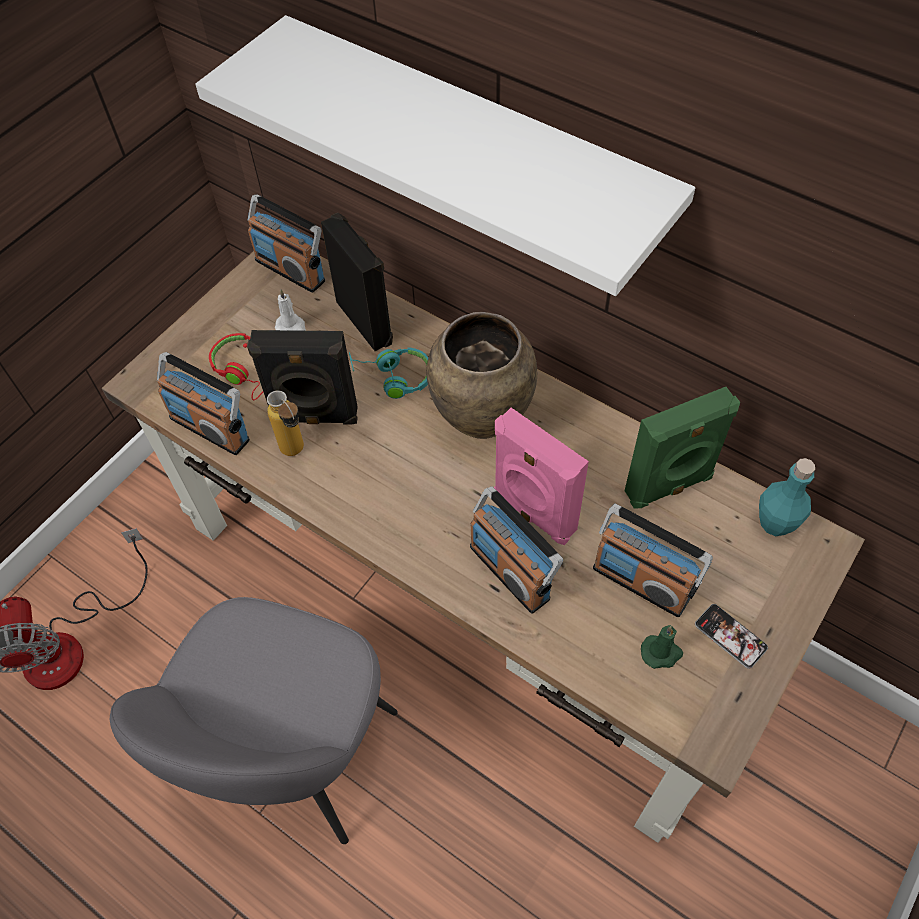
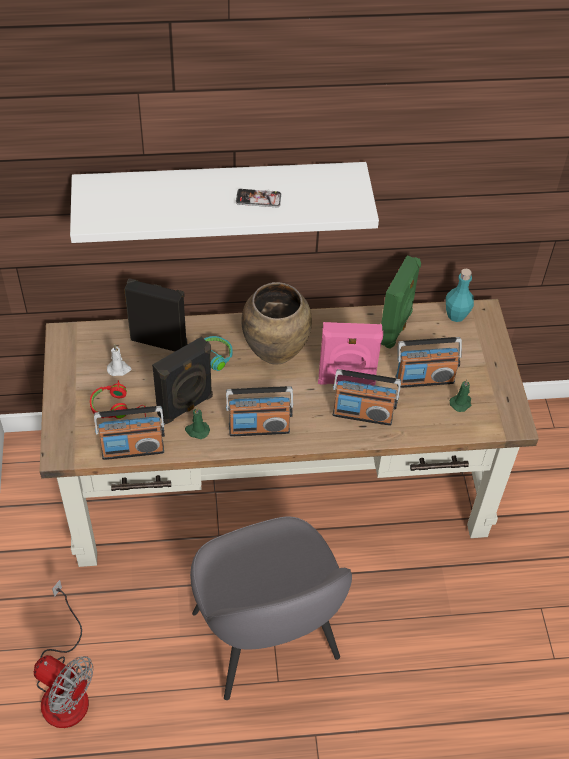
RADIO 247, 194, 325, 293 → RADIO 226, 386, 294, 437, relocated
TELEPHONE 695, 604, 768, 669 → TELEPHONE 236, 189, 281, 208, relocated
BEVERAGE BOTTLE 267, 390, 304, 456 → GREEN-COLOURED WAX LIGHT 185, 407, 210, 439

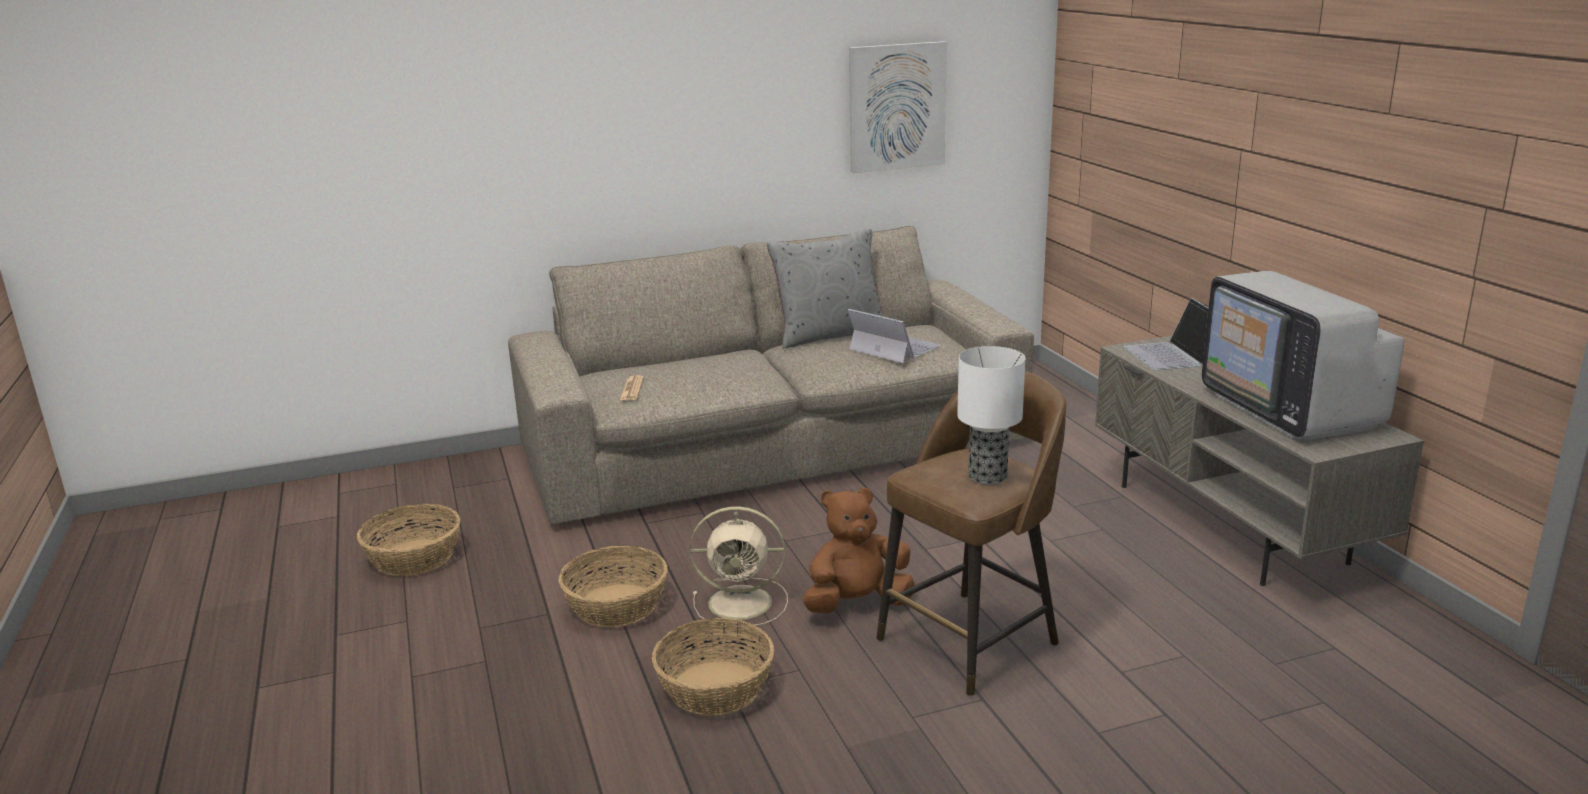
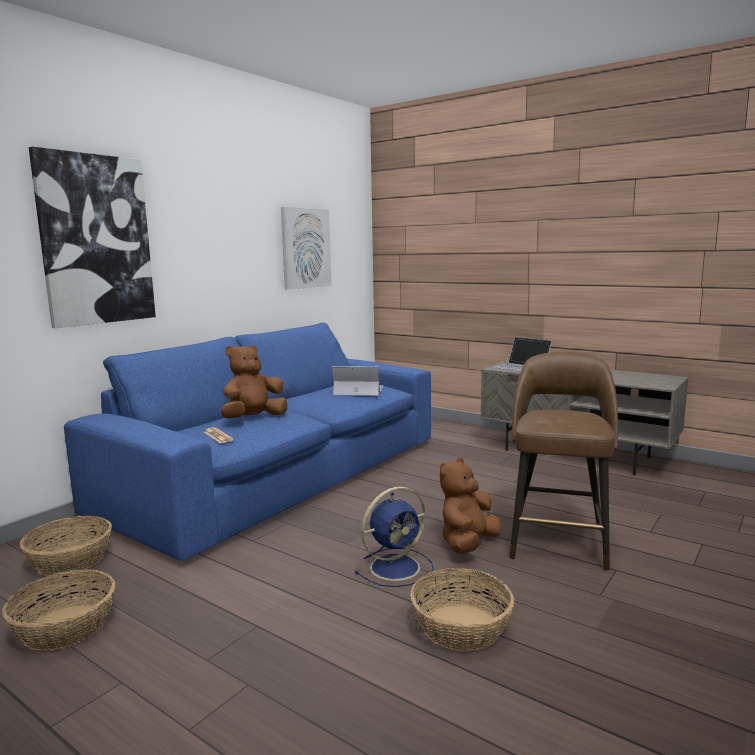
GRAY CUSHION 767, 229, 882, 349 → -
LAMP FOR A TABLE 957, 346, 1025, 485 → -
TV 1202, 271, 1404, 440 → -
- → WALL PICTURE 29, 147, 156, 328
- → BROWN-COLOURED PLUSH TOY 221, 345, 287, 419
HOUSEHOLD BASKET 559, 546, 668, 627 → HOUSEHOLD BASKET 20, 516, 112, 576, relocated
SAND-COLOURED COUCH 508, 226, 1034, 524 → BLUISH COUCH 64, 323, 431, 560
SAND-COLOURED ELECTRIC FAN 690, 506, 788, 626 → BLUISH ELECTRIC FAN 354, 486, 434, 587

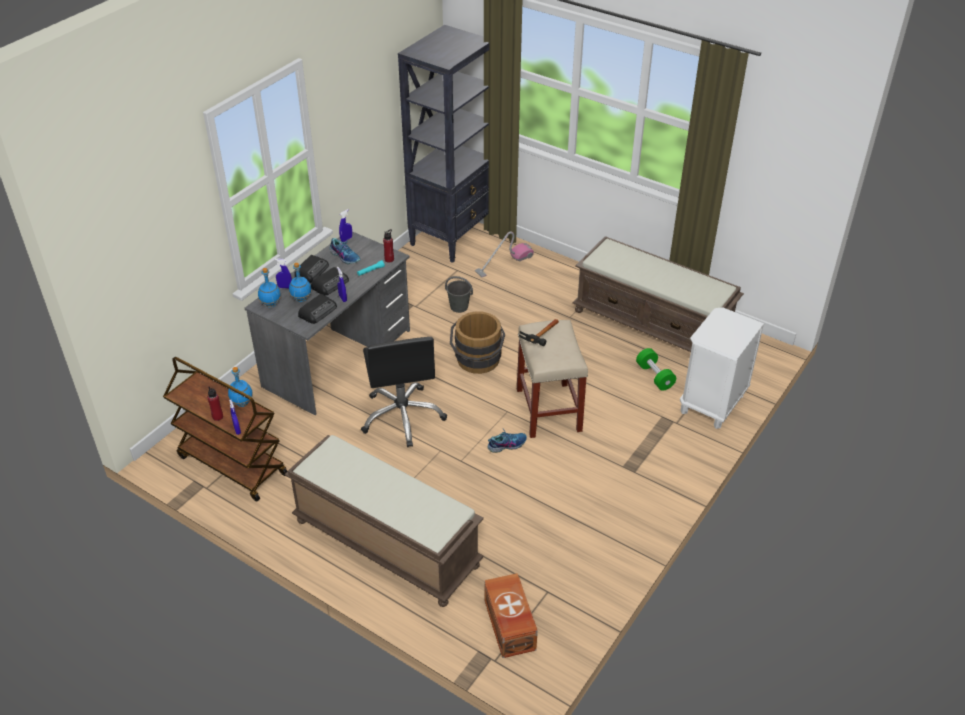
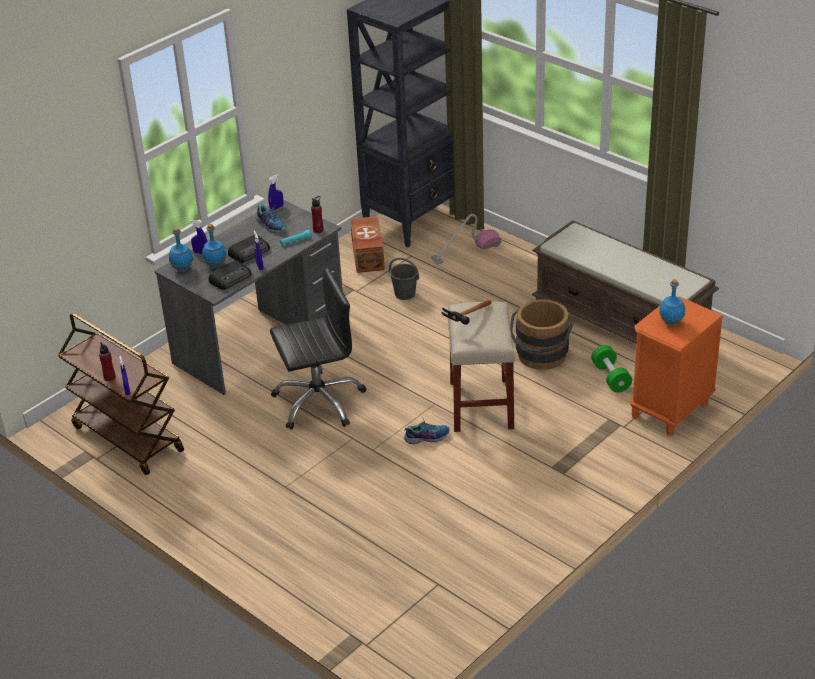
BROWN-COLOURED BENCH 285, 435, 484, 607 → -
RADIO 294, 255, 329, 283 → -
BLUISH BEVERAGE BOTTLE 228, 367, 253, 407 → BLUISH BEVERAGE BOTTLE 659, 279, 685, 326, relocated
BROWN-COLOURED PAIL 450, 311, 505, 374 → BROWN-COLOURED PAIL 510, 299, 573, 370, relocated
BROWN-COLOURED STORAGE BIN 484, 573, 538, 658 → BROWN-COLOURED STORAGE BIN 350, 216, 385, 273, relocated
WHITE-COLOURED NIGHT TABLE 680, 307, 764, 429 → ORANGEY NIGHT TABLE 630, 297, 724, 436
BLACK-COLOURED OFFICE CHAIR 361, 337, 447, 447 → BLACK-COLOURED OFFICE CHAIR 270, 268, 366, 430, 105 degrees counterclockwise

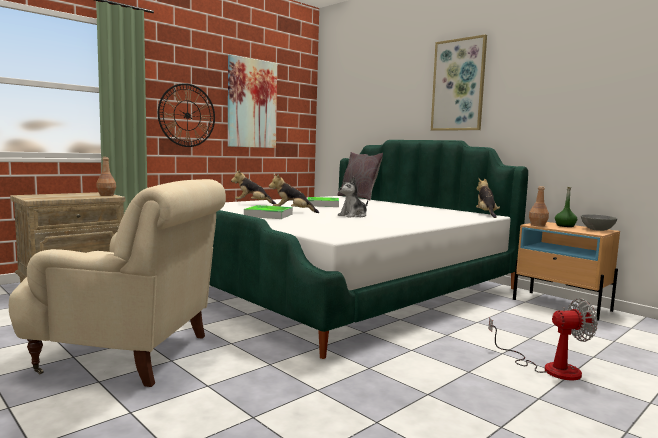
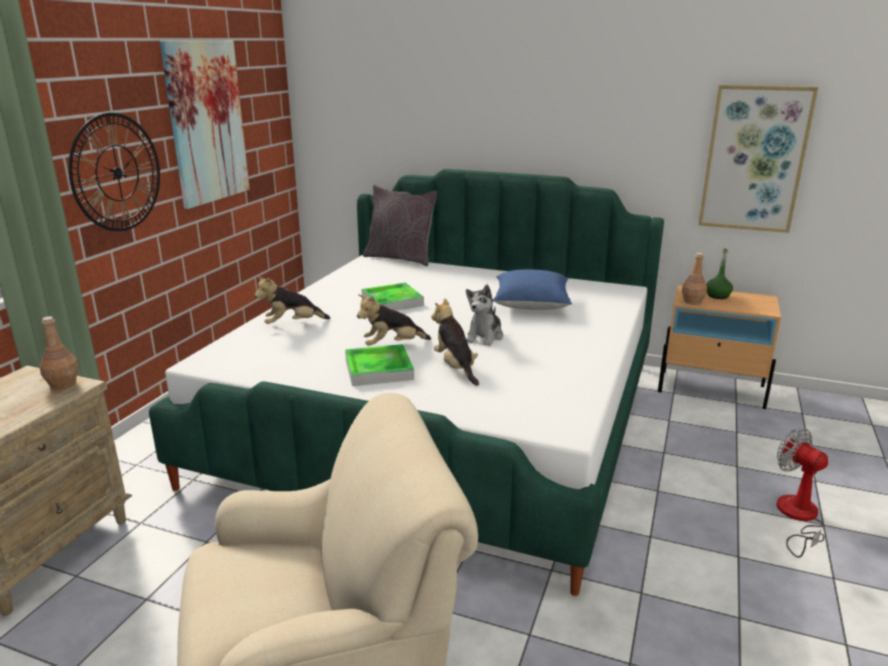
GRAY SERVING BOWL 581, 214, 617, 231 → -
- → BLUISH CUSHION 493, 269, 572, 310
WALL PICTURE 431, 34, 487, 131 → WALL PICTURE 698, 85, 818, 233, relocated
PLUSH TOY 476, 178, 500, 218 → PLUSH TOY 431, 298, 479, 386, relocated
ELECTRIC FAN 489, 298, 598, 380 → ELECTRIC FAN 777, 428, 828, 558, 90 degrees counterclockwise

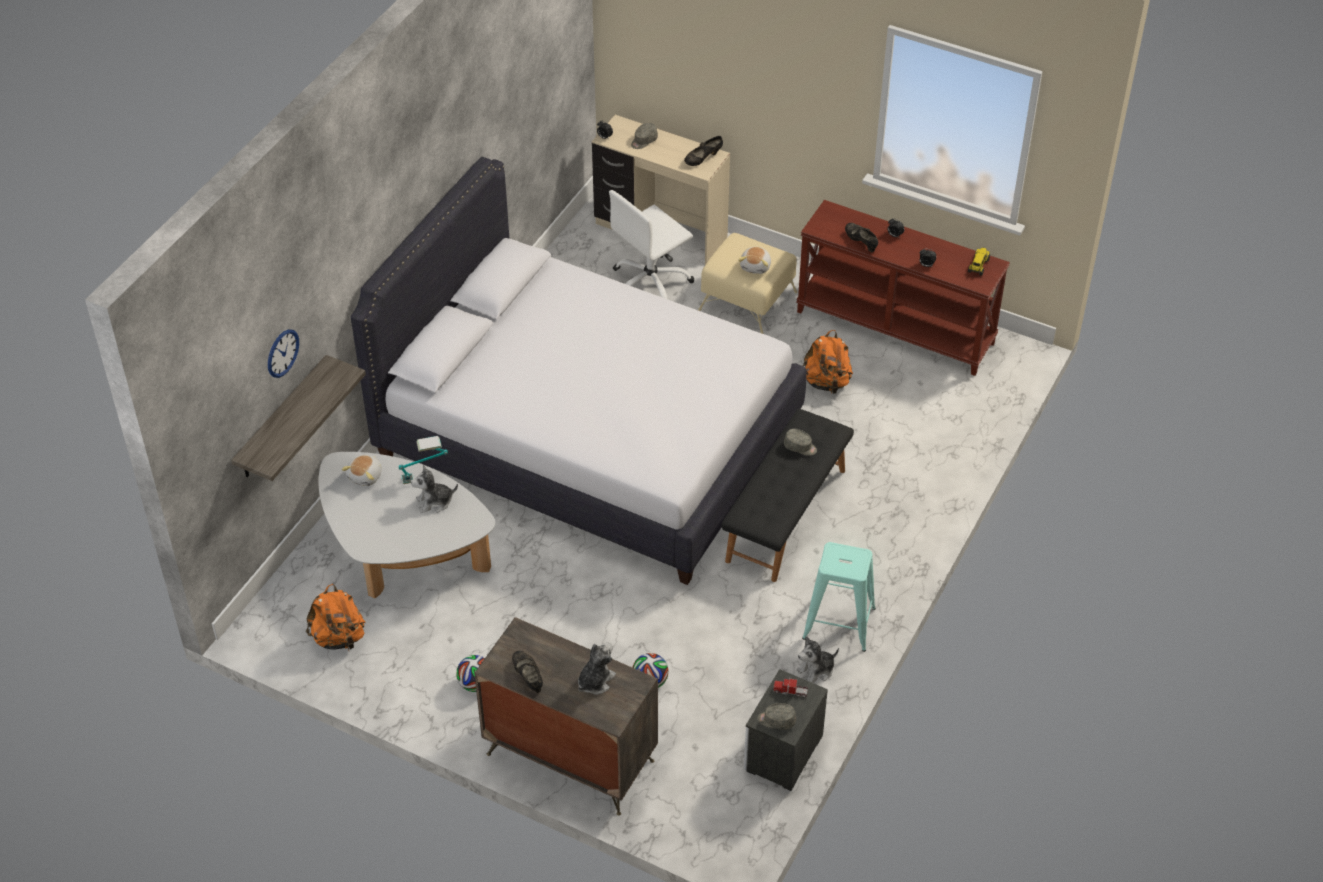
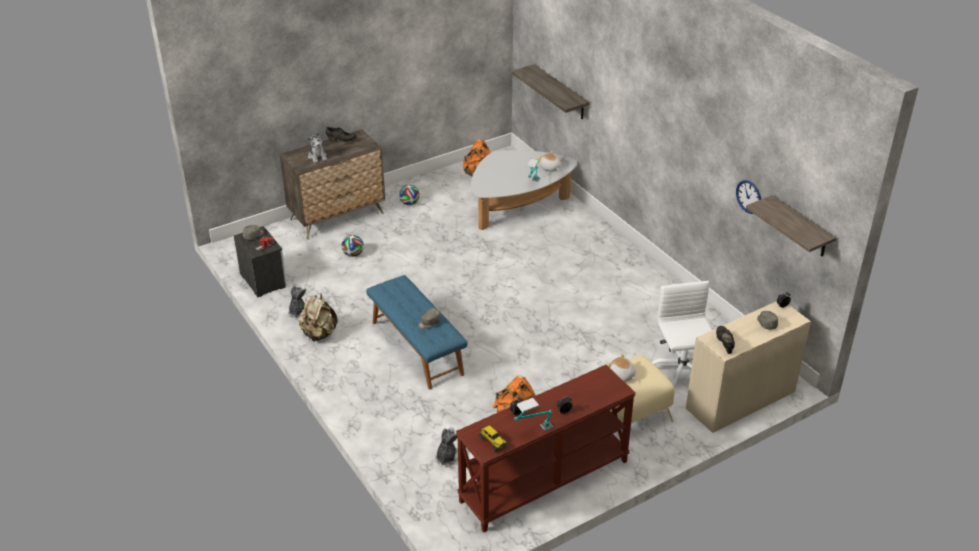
WHITE-COLOURED BED 351, 157, 807, 585 → -
BLACK-COLOURED LOW SHOE 845, 223, 878, 252 → -
- → LAMP FOR A TABLE 514, 398, 553, 431
- → WALL SHELF 746, 195, 836, 257
HANGING CLOCK 268, 329, 299, 378 → HANGING CLOCK 736, 180, 761, 214, relocated
PLUSH TOY 411, 465, 458, 513 → PLUSH TOY 435, 427, 458, 465, relocated
TURQUOISE-COLOURED STOOL SEAT 802, 542, 876, 652 → SAND-COLOURED KNAPSACK 298, 293, 338, 342
BLACK-COLOURED BENCH 721, 409, 854, 582 → BLUISH BENCH 366, 275, 468, 390

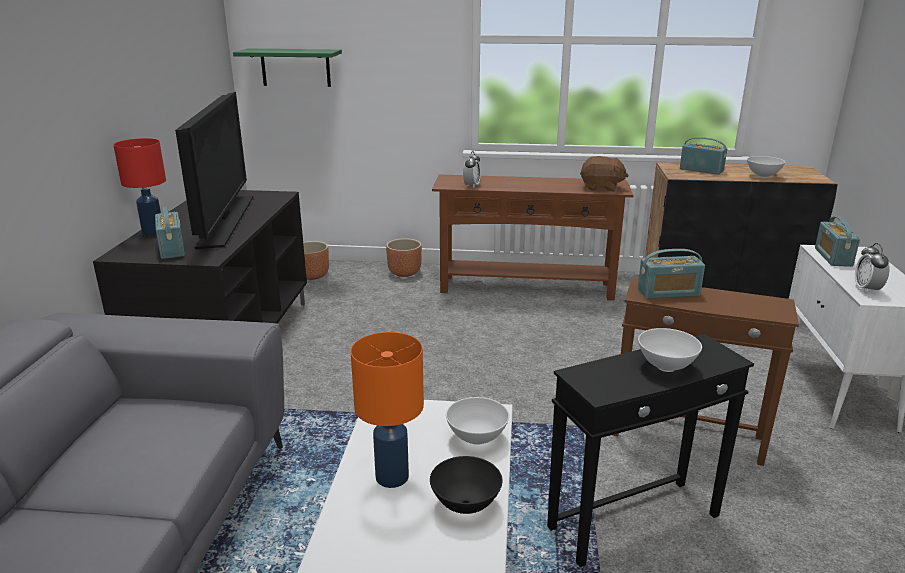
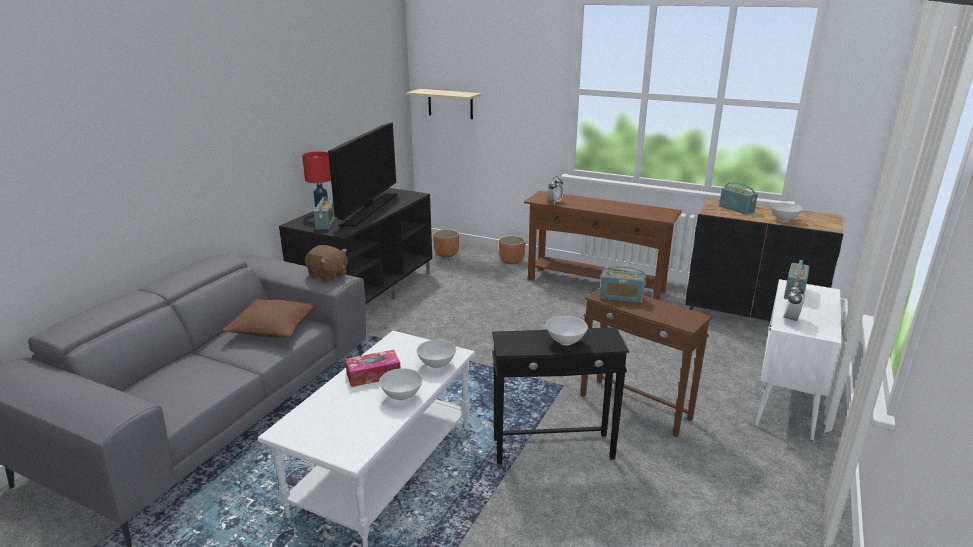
- → BROWN-COLOURED CUSHION 222, 299, 318, 337
BROWN-COLOURED PLUSH TOY 580, 156, 629, 192 → BROWN-COLOURED PLUSH TOY 305, 245, 348, 282, relocated
ORANGEY LAMP FOR A TABLE 350, 332, 424, 488 → TISSUE BOX 345, 350, 400, 387
GREEN-COLOURED WALL SHELF 233, 49, 342, 87 → SAND-COLOURED WALL SHELF 406, 89, 481, 119
BLACK-COLOURED SERVING BOWL 430, 456, 502, 514 → WHITE-COLOURED SERVING BOWL 379, 368, 423, 400

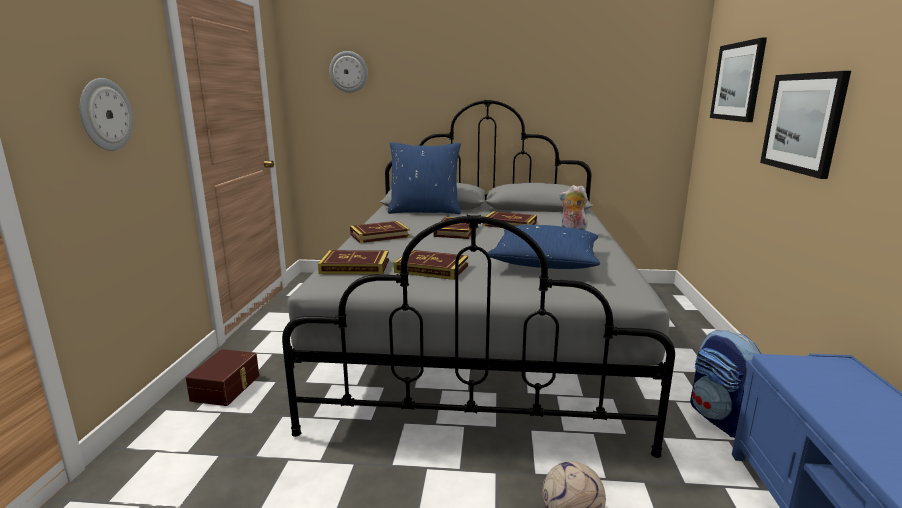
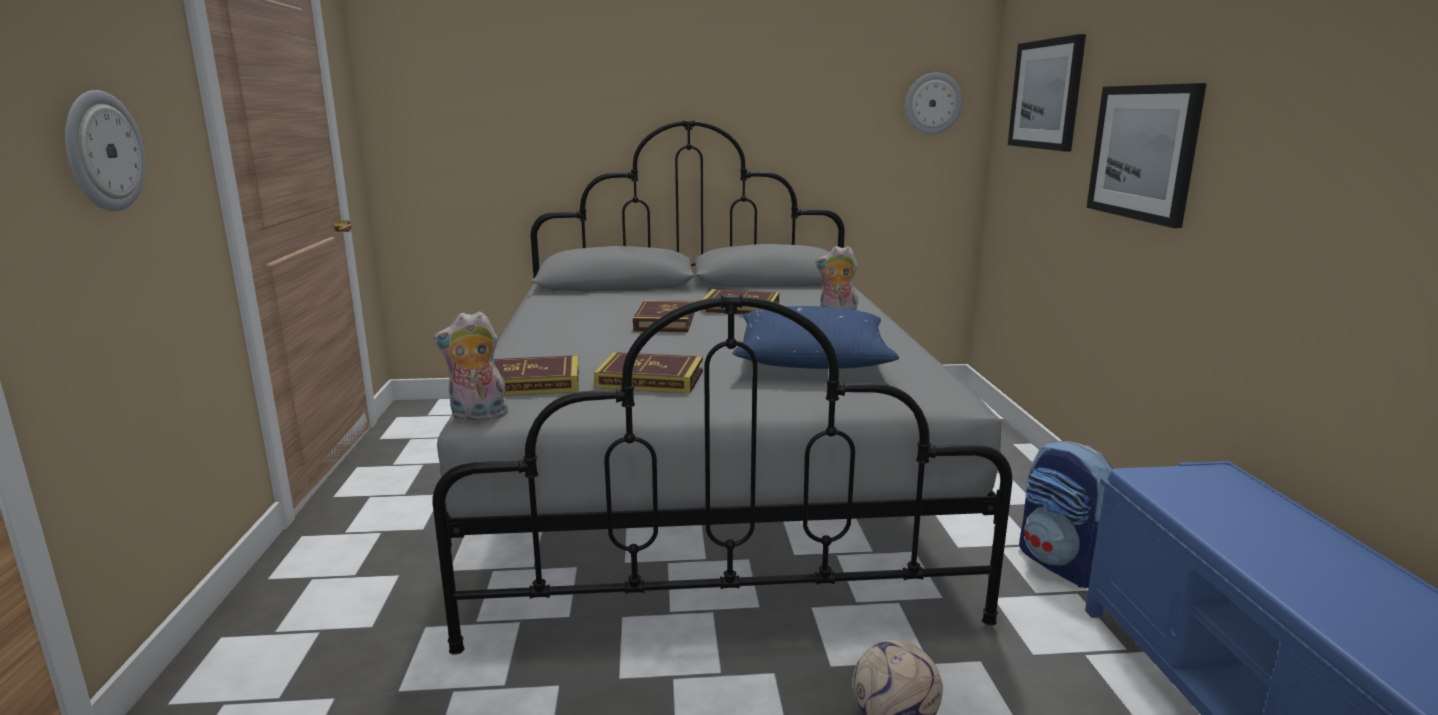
BROWN-COLOURED STORAGE BIN 186, 349, 259, 406 → -
BOUND BOOK 350, 221, 410, 243 → -
BLUISH CUSHION 388, 142, 461, 214 → -
- → PLUSH TOY 433, 311, 511, 421
HANGING CLOCK 329, 51, 368, 93 → HANGING CLOCK 905, 73, 963, 135, relocated

